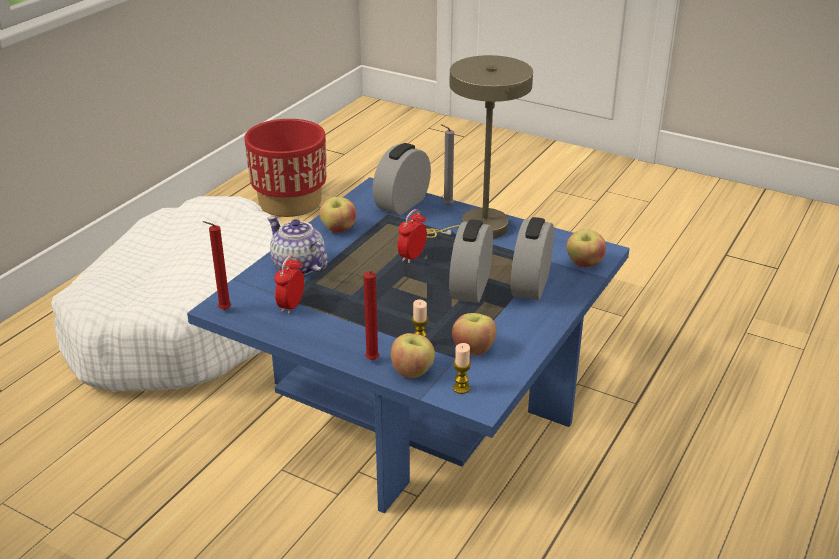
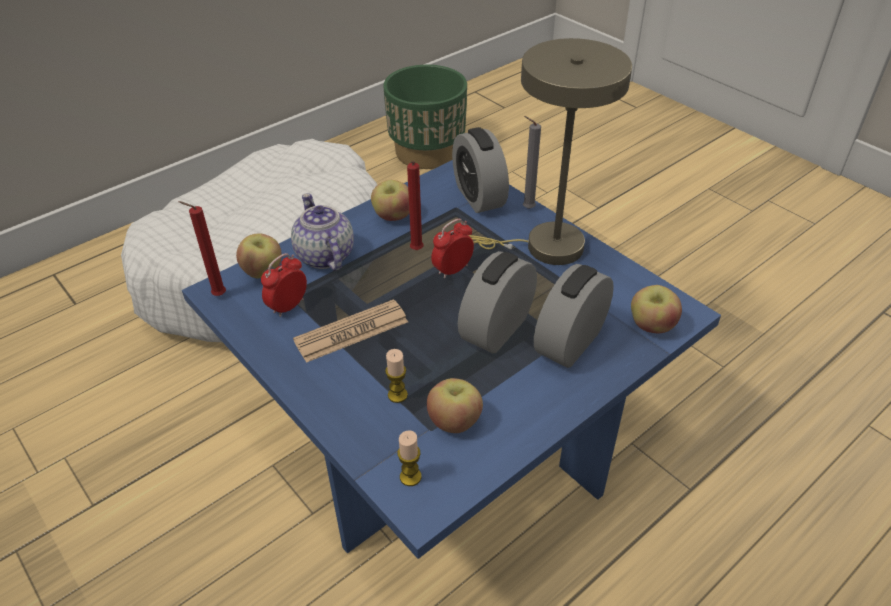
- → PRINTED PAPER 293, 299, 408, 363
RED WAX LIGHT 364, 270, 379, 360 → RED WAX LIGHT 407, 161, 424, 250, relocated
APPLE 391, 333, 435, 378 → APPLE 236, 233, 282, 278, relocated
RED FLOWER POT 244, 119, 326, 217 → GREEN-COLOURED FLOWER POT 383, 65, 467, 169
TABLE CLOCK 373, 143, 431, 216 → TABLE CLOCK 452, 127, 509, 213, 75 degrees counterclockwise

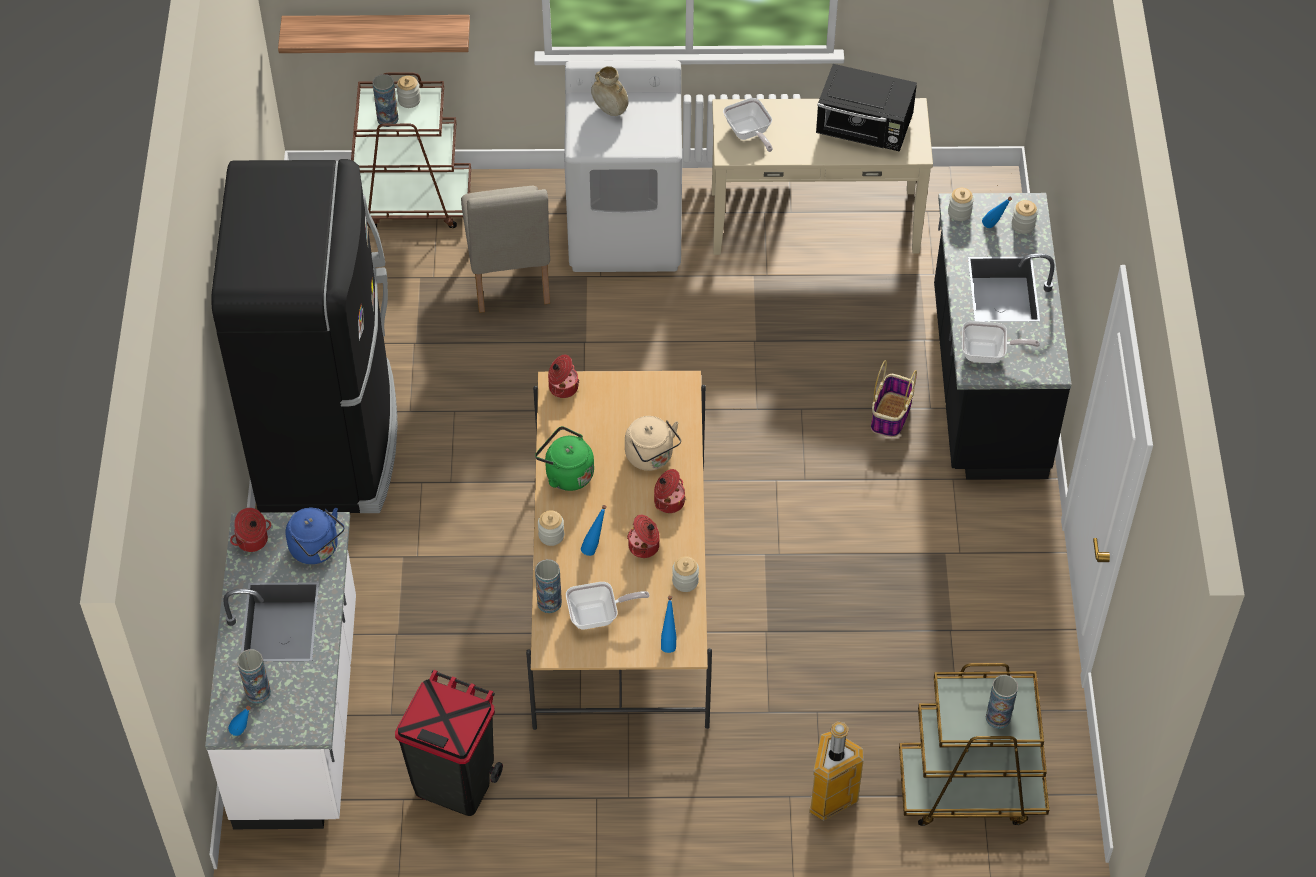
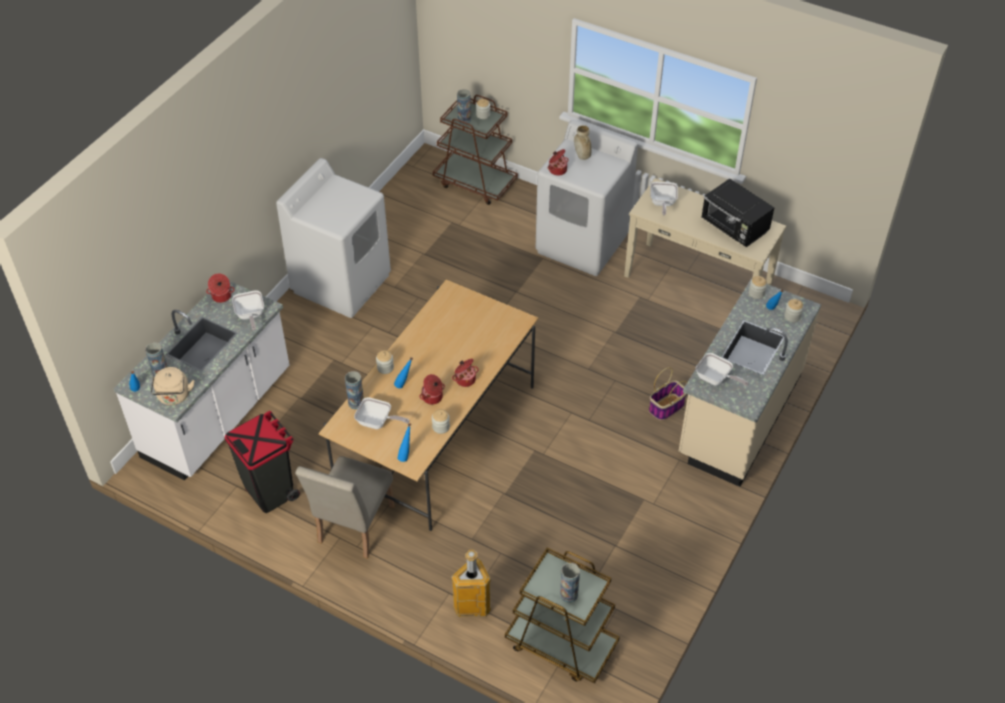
WALL SHELF 278, 15, 470, 53 → -
GREEN-COLOURED KETTLE 535, 426, 594, 491 → -
SAND-COLOURED UPRIGHT CHAIR 461, 186, 550, 313 → SAND-COLOURED UPRIGHT CHAIR 295, 456, 395, 559, relocated
SAUCEPOT 548, 355, 579, 398 → SAUCEPOT 547, 149, 569, 176, relocated
SAND-COLOURED KETTLE 625, 416, 681, 471 → SAND-COLOURED KETTLE 151, 367, 195, 405, relocated
BLACK-COLOURED KITCHEN FRIDGE 211, 159, 398, 513 → WHITE-COLOURED WASHING MACHINE 276, 158, 391, 318
BLUISH KETTLE 285, 508, 344, 564 → PAN 232, 290, 264, 330
BLACK-COLOURED KITCHEN BASE UNIT 934, 193, 1072, 480 → SAND-COLOURED KITCHEN BASE UNIT 679, 278, 821, 487

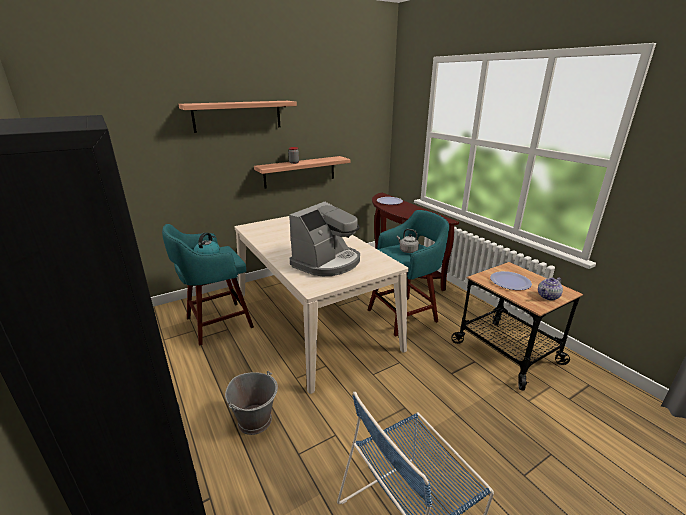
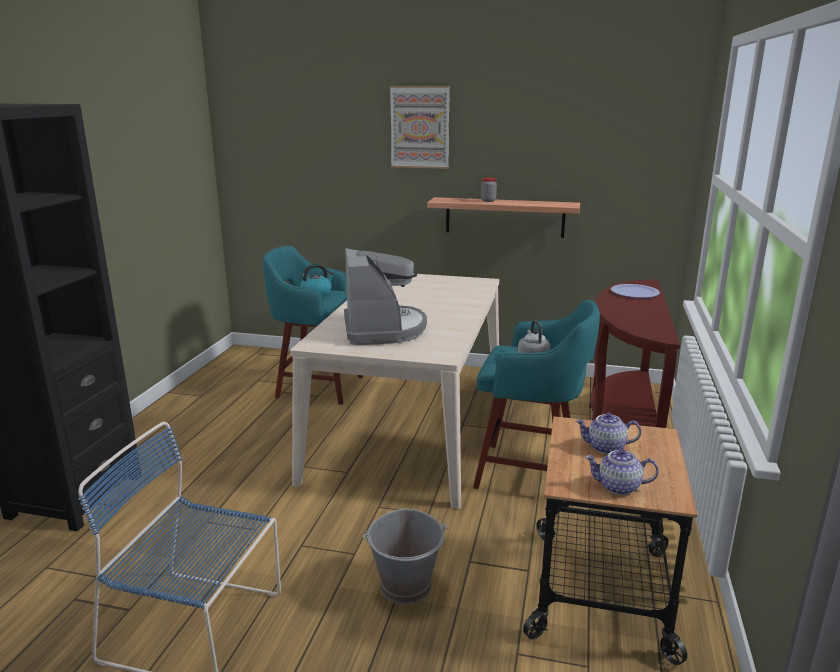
GRAY PAIL 225, 371, 278, 435 → GRAY PAIL 363, 509, 448, 604, relocated
WALL SHELF 178, 101, 297, 133 → WALL PICTURE 390, 86, 450, 169
PLATE 490, 271, 532, 290 → TEA POT 576, 413, 641, 454
COFFEE MAKER 289, 202, 360, 276 → COFFEE MAKER 344, 248, 427, 345, 90 degrees counterclockwise

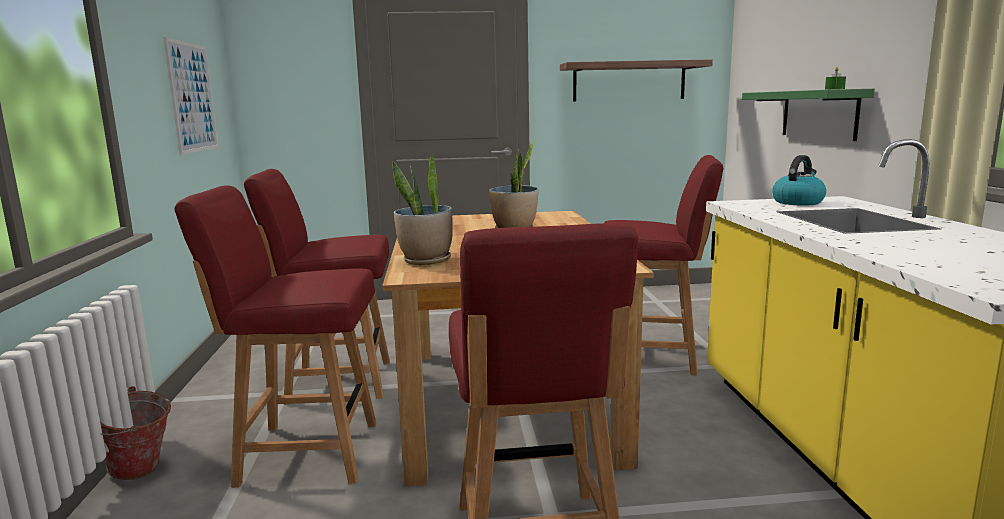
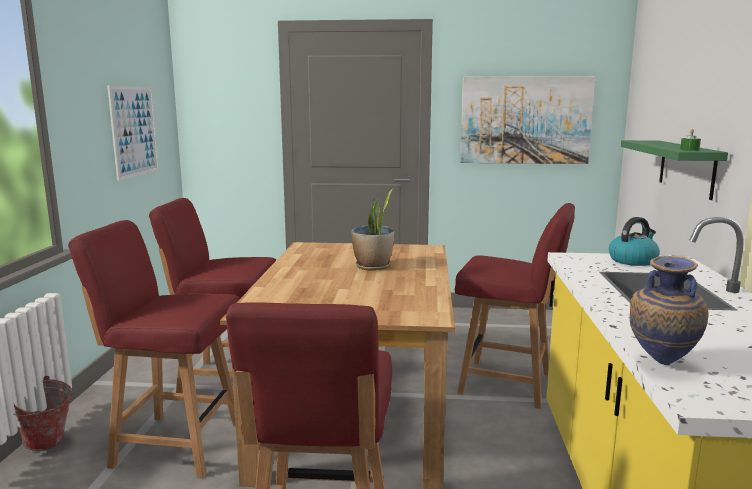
PLANT IN A POT 392, 153, 453, 265 → -
- → FLOWER VASE 630, 256, 708, 365
WALL SHELF 560, 59, 713, 102 → WALL PICTURE 460, 76, 595, 164

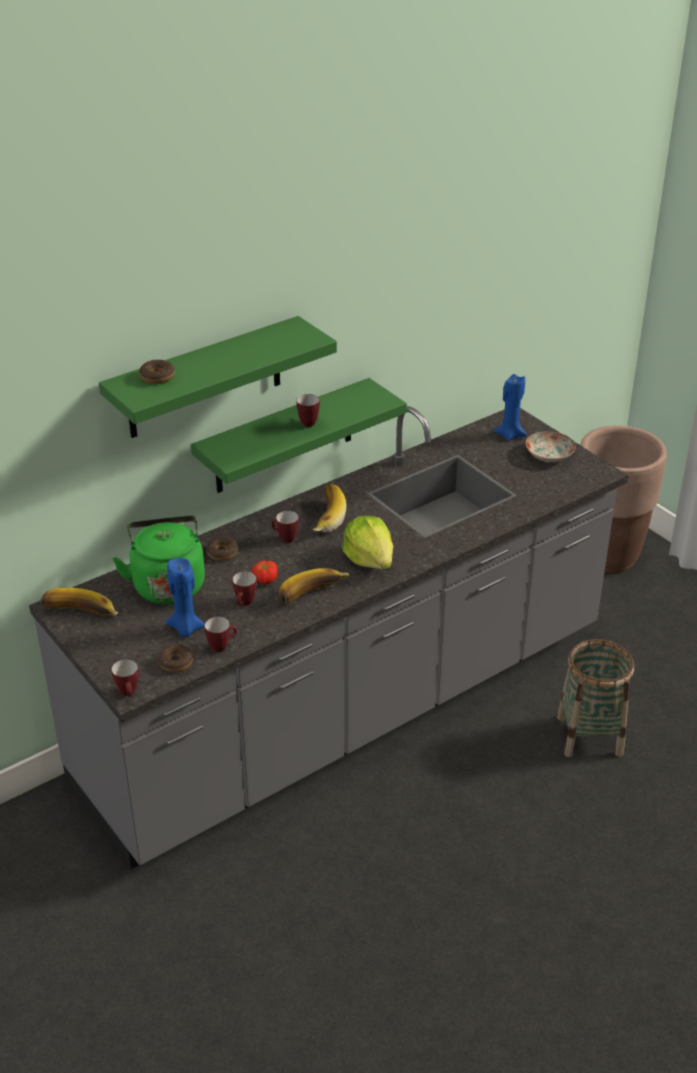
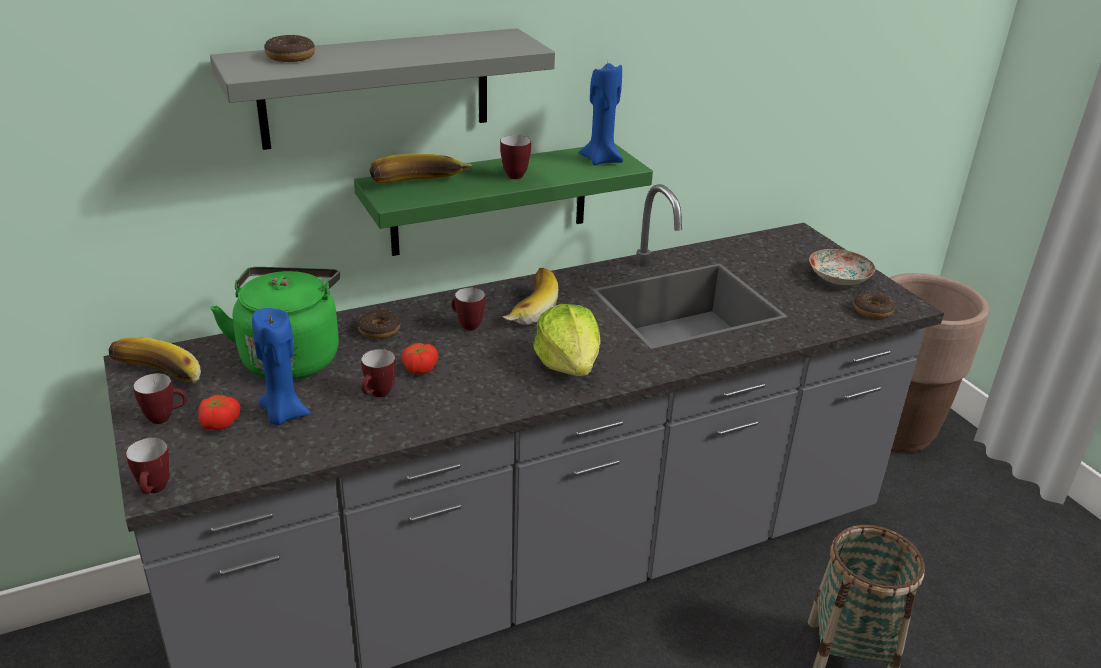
- → WHOLE TOMATO 198, 395, 241, 430
RING DOUGHNUT 158, 644, 193, 672 → RING DOUGHNUT 853, 292, 895, 319, relocated
TEA MUG 205, 617, 237, 652 → TEA MUG 133, 373, 187, 424, relocated
BANANA 279, 568, 350, 603 → BANANA 369, 154, 472, 184, relocated
BLUISH WAX LIGHT 494, 374, 527, 441 → BLUISH WAX LIGHT 579, 63, 623, 165, relocated
GREEN-COLOURED WALL SHELF 99, 316, 337, 438 → GRAY WALL SHELF 210, 28, 555, 150

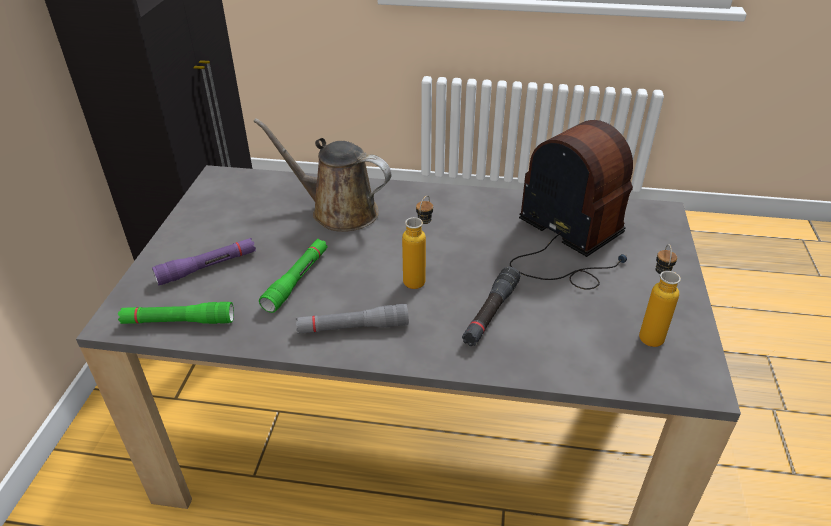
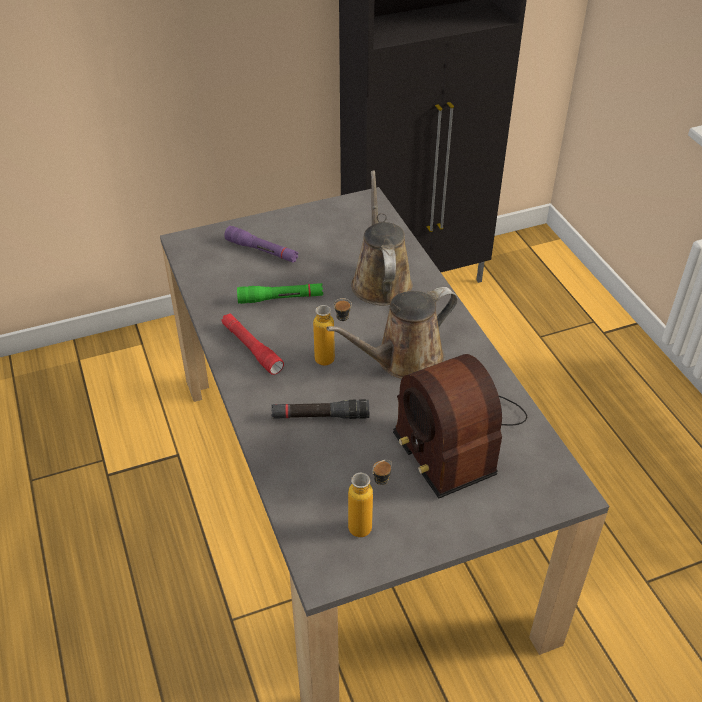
GREEN-COLOURED FLASHLIGHT 118, 302, 234, 324 → -
- → BROWN-COLOURED SPRINKLING CAN 326, 287, 458, 379
GRAY FLASHLIGHT 296, 304, 409, 334 → RED FLASHLIGHT 221, 313, 284, 375
RADIO 510, 120, 633, 290 → RADIO 393, 354, 527, 498, 135 degrees clockwise

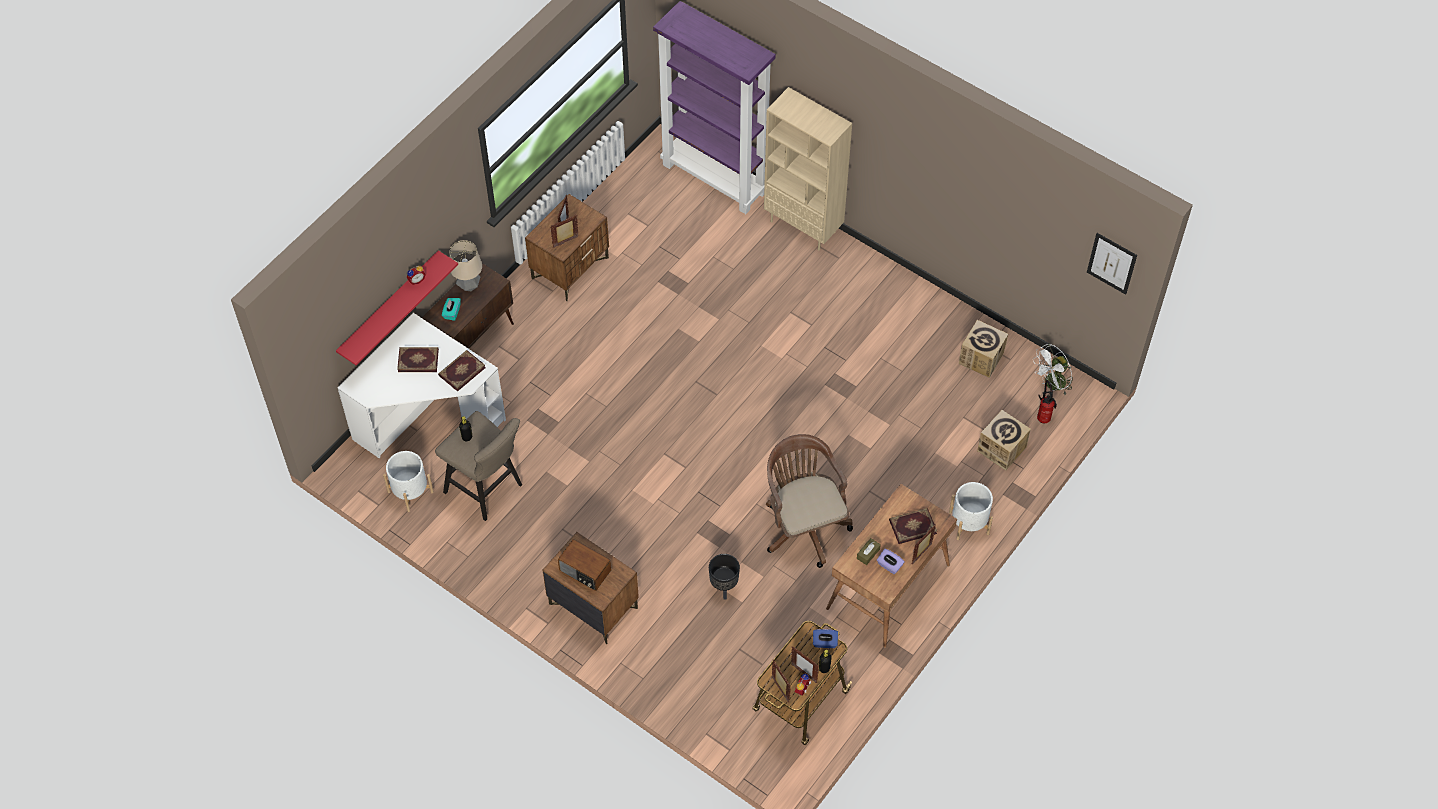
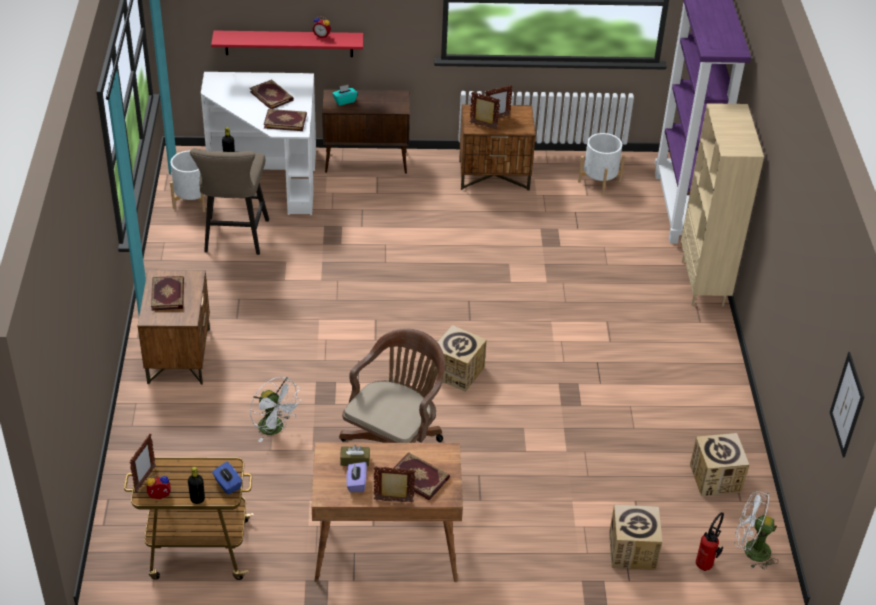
LAMP FOR A TABLE 450, 240, 482, 291 → -
PHOTO FRAME 791, 646, 819, 683 → -
- → PACKING BOX 432, 325, 487, 392
WHITE-COLOURED FLOWER POT 949, 482, 993, 540 → WHITE-COLOURED FLOWER POT 578, 133, 625, 195, relocated
RADIO 558, 539, 611, 591 → BOUND BOOK 151, 276, 184, 311
BLACK-COLOURED FLOWER POT 709, 554, 740, 600 → WHITE-COLOURED ELECTRIC FAN 250, 377, 302, 442

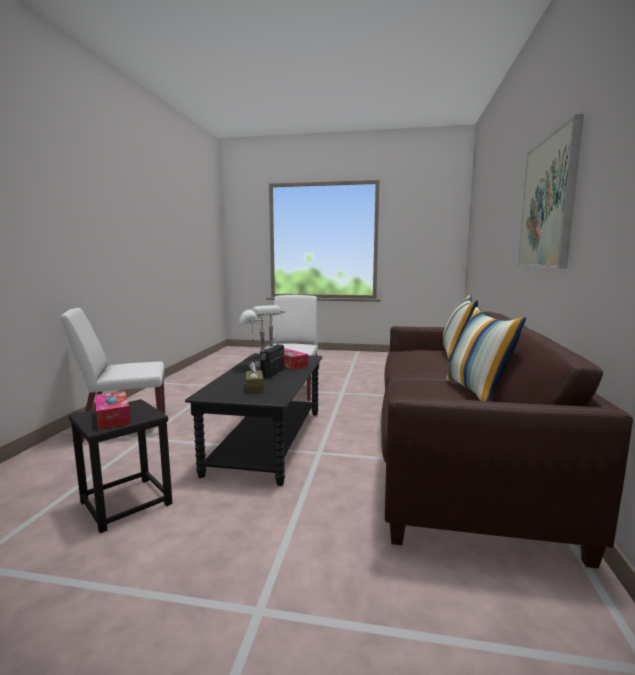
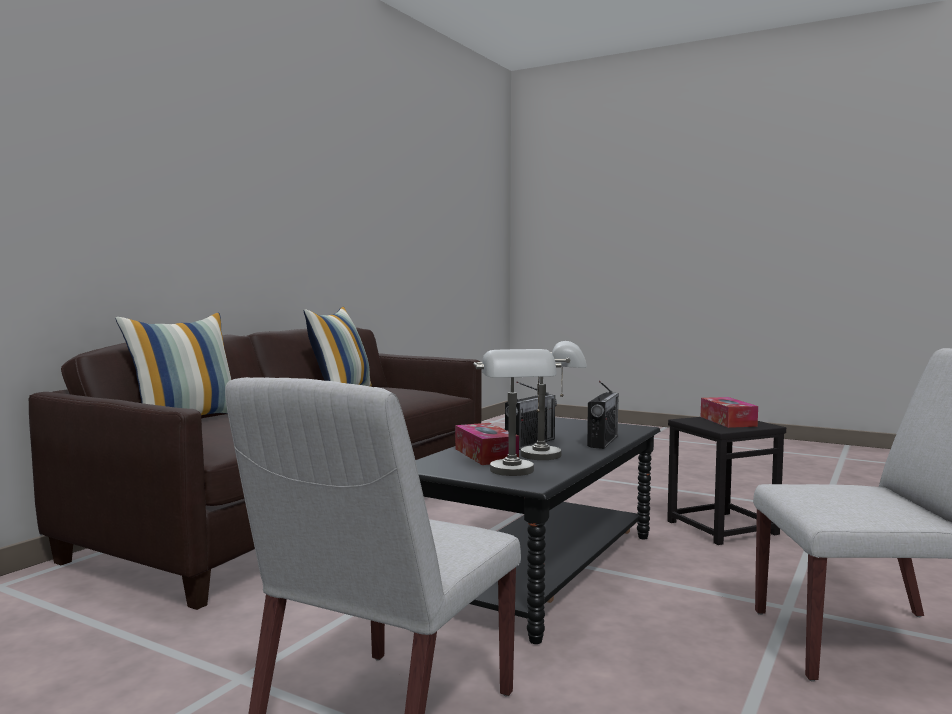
BROWN-COLOURED TISSUE BOX 246, 362, 264, 393 → -
WALL PICTURE 517, 114, 584, 269 → -
- → RADIO 587, 381, 619, 449

